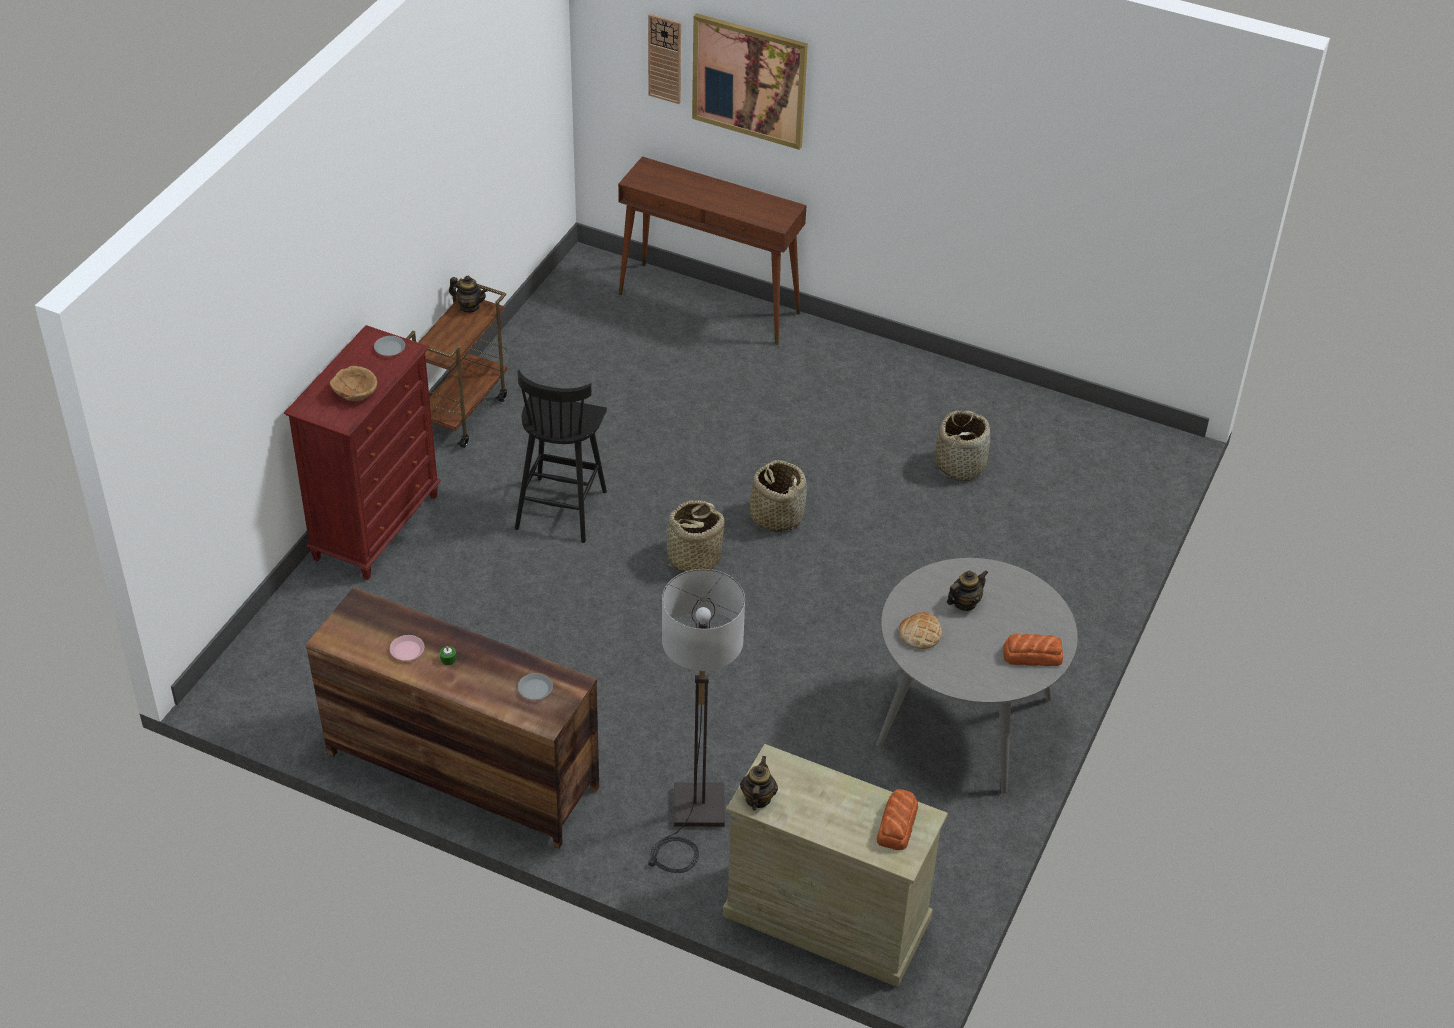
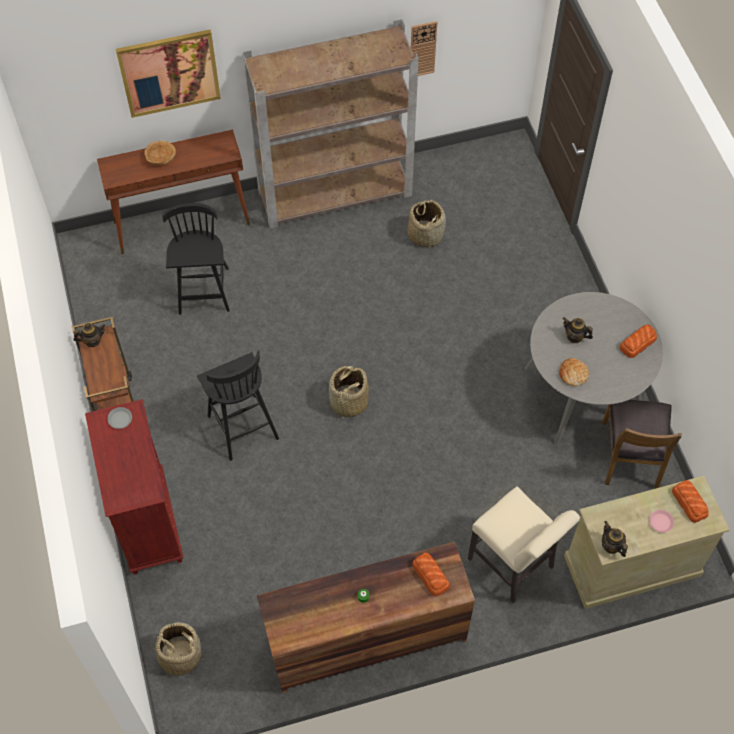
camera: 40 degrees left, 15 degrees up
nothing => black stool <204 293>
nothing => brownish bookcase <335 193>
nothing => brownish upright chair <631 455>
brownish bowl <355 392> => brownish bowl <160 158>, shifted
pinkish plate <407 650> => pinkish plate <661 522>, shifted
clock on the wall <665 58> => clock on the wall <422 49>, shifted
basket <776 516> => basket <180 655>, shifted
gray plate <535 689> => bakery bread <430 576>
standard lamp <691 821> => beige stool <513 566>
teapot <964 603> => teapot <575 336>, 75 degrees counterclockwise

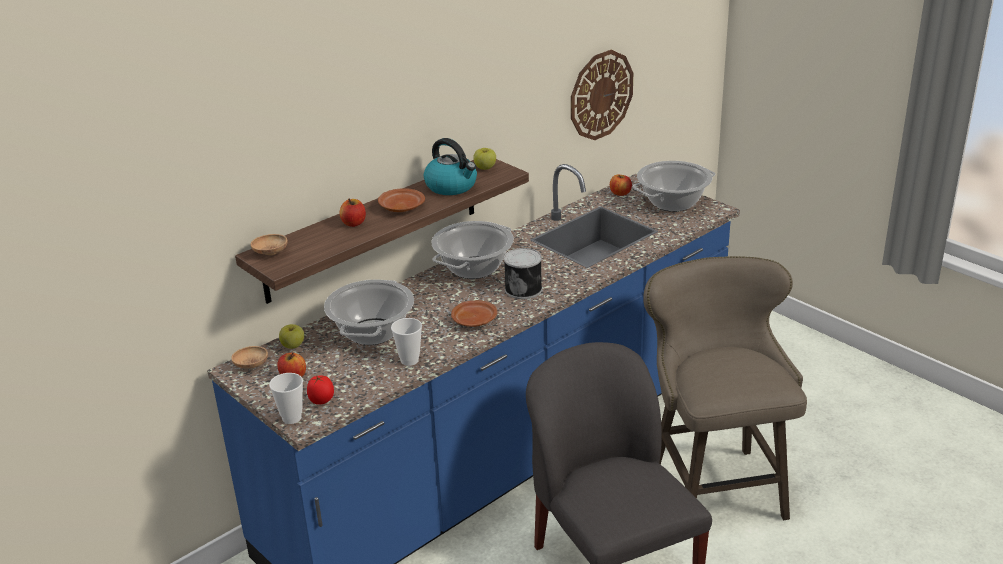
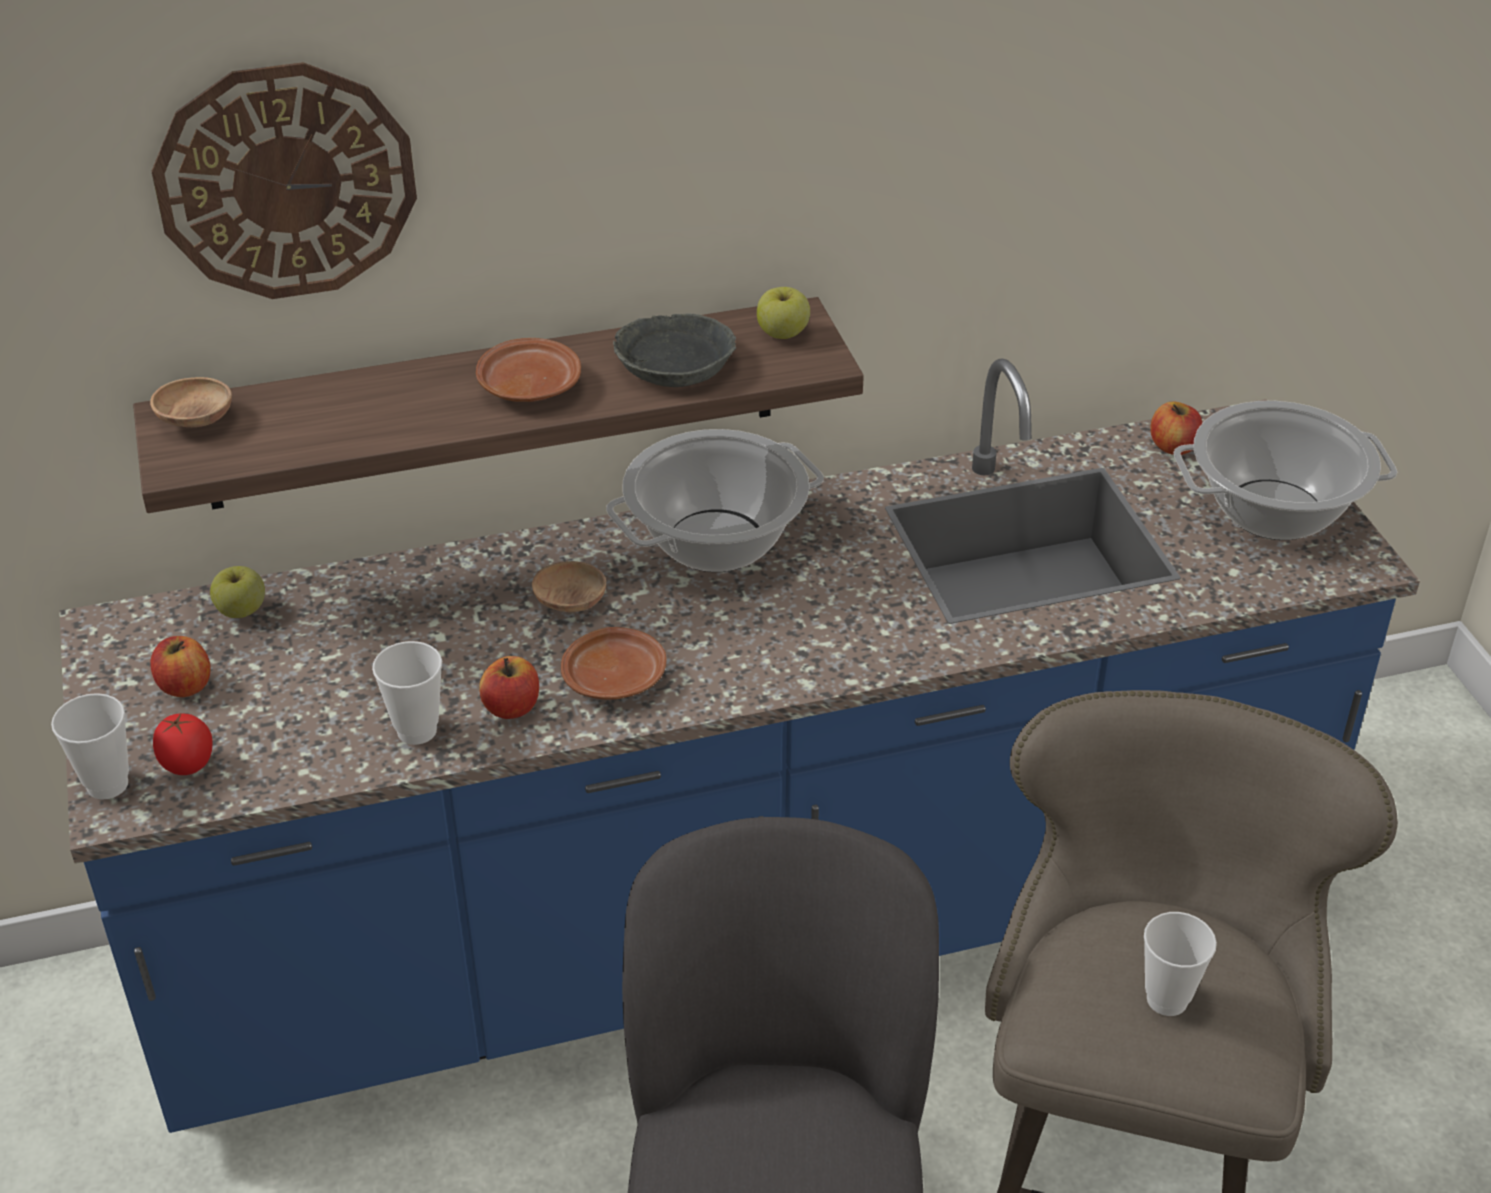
camera: 25 degrees right, 10 degrees up
cooking pot <372 332> => nothing
metal can <524 289> => nothing
nothing => small cup <1167 999>
brownish bowl <251 365> => brownish bowl <570 603>, shifted
apple <354 223> => apple <512 707>, shifted
clock on the wall <601 95> => clock on the wall <286 182>, shifted
water kettle <452 186> => gray bowl <674 362>

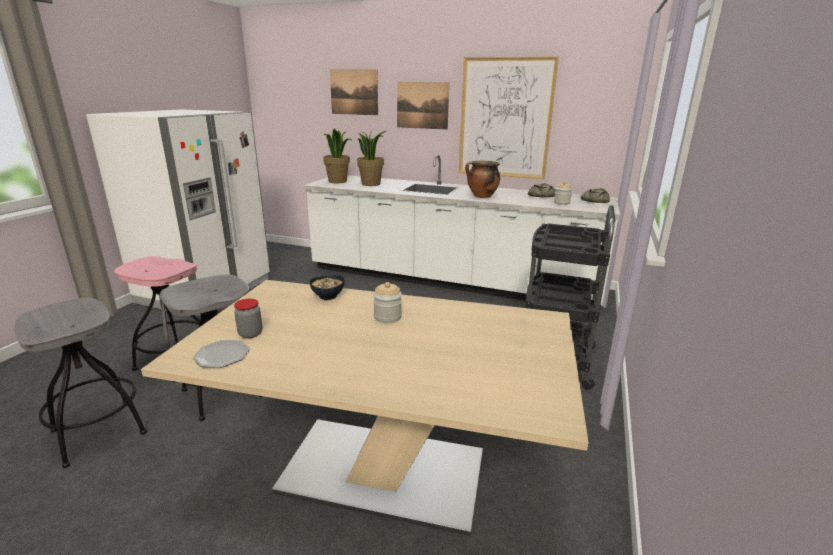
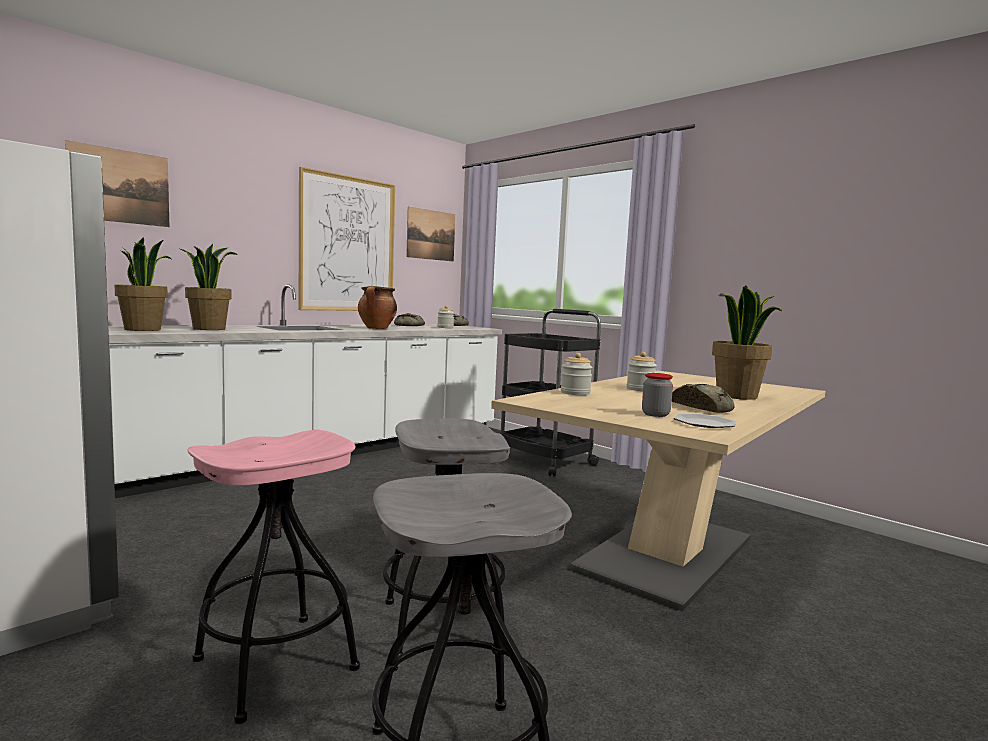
camera: 65 degrees left, 15 degrees down
nothing => bakery bread <703 407>
nothing => houseplant <737 396>
wall art <422 105> => wall art <431 235>, shifted
bowl <328 296> => jar <575 393>

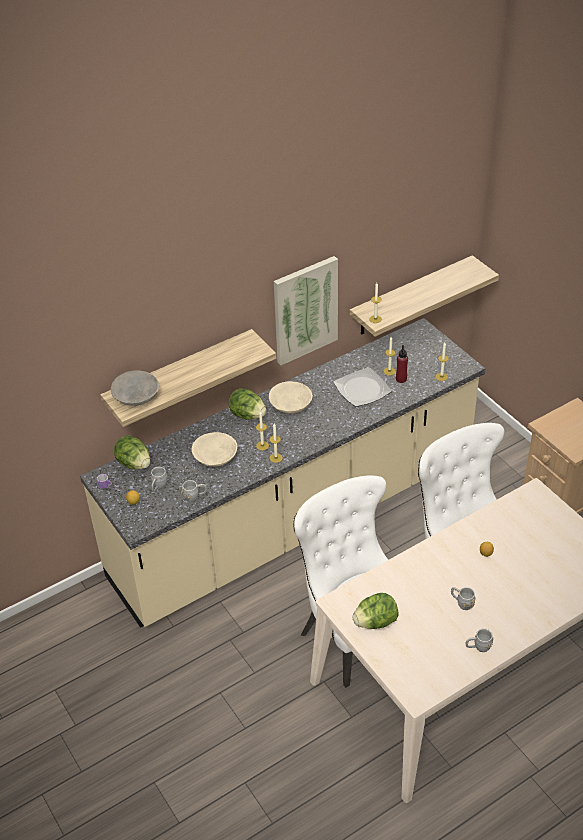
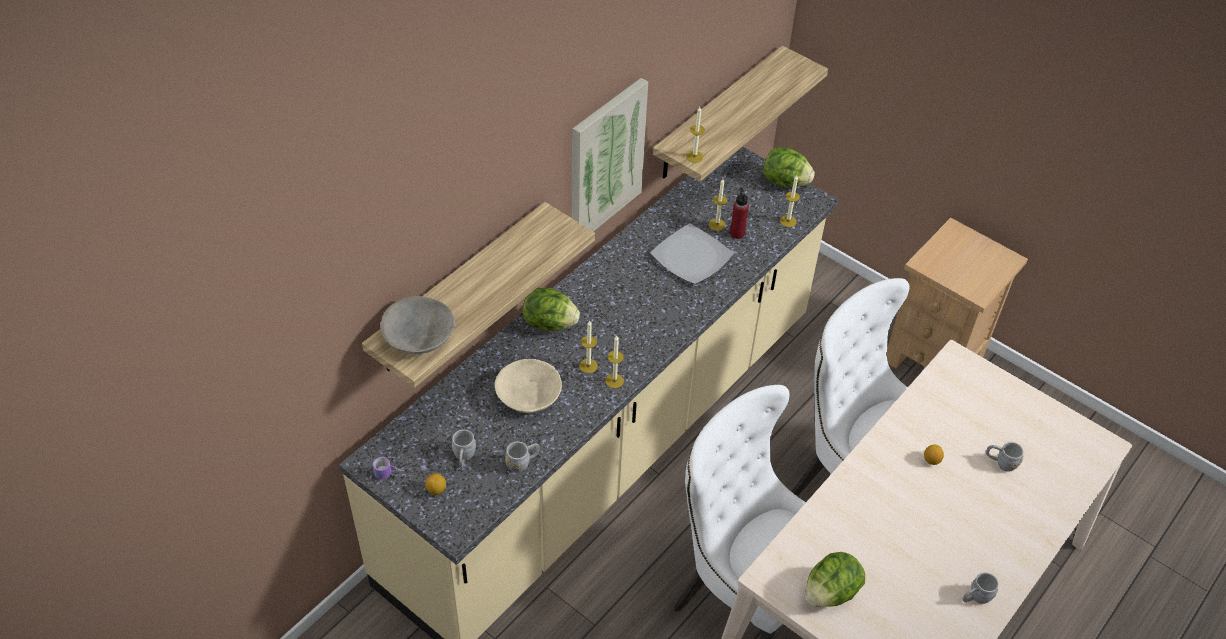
camera: 20 degrees left, 5 degrees up
beige bowl <290 405> => nothing
head of lettuce <134 463> => head of lettuce <785 181>, shifted
gray mug <461 603> => gray mug <1001 462>, shifted

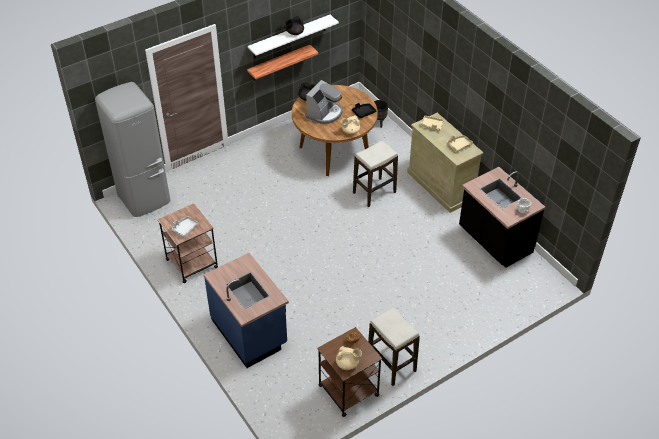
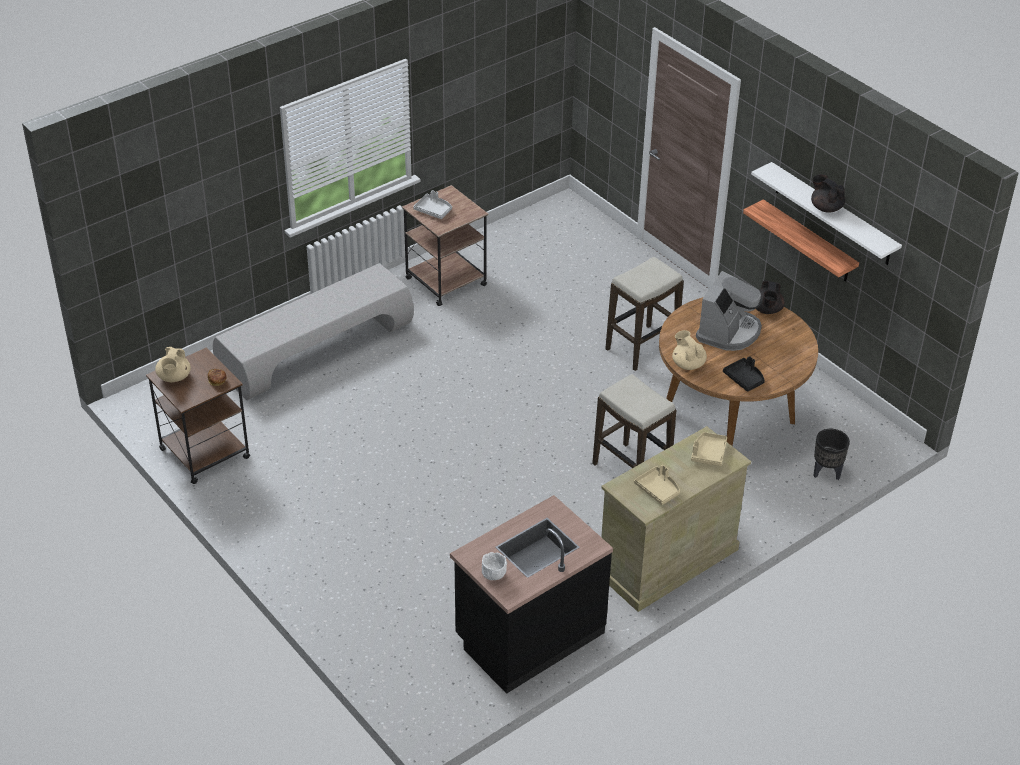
camera: 85 degrees right, 5 degrees down
gray refrigerator <145 199> => nothing
stool <391 364> => stool <641 348>, shifted
blue-coloured kitchen base unit <250 332> => gray bench <316 348>
coffee machine <324 113> => coffee machine <729 332>, 90 degrees counterclockwise

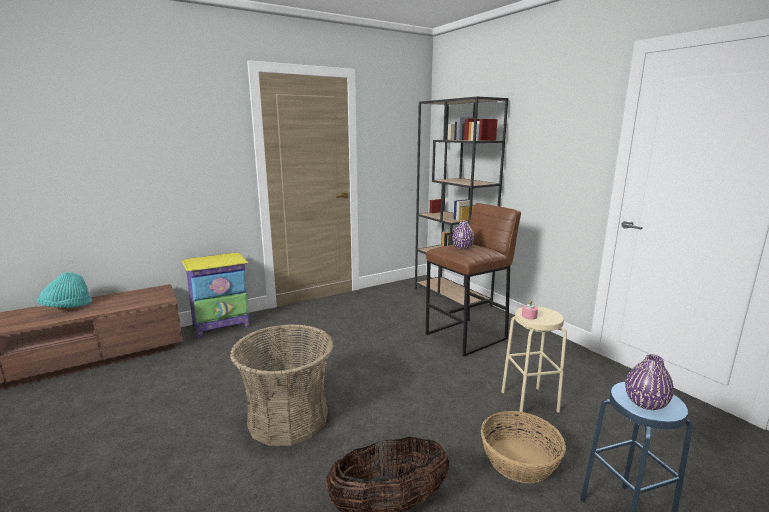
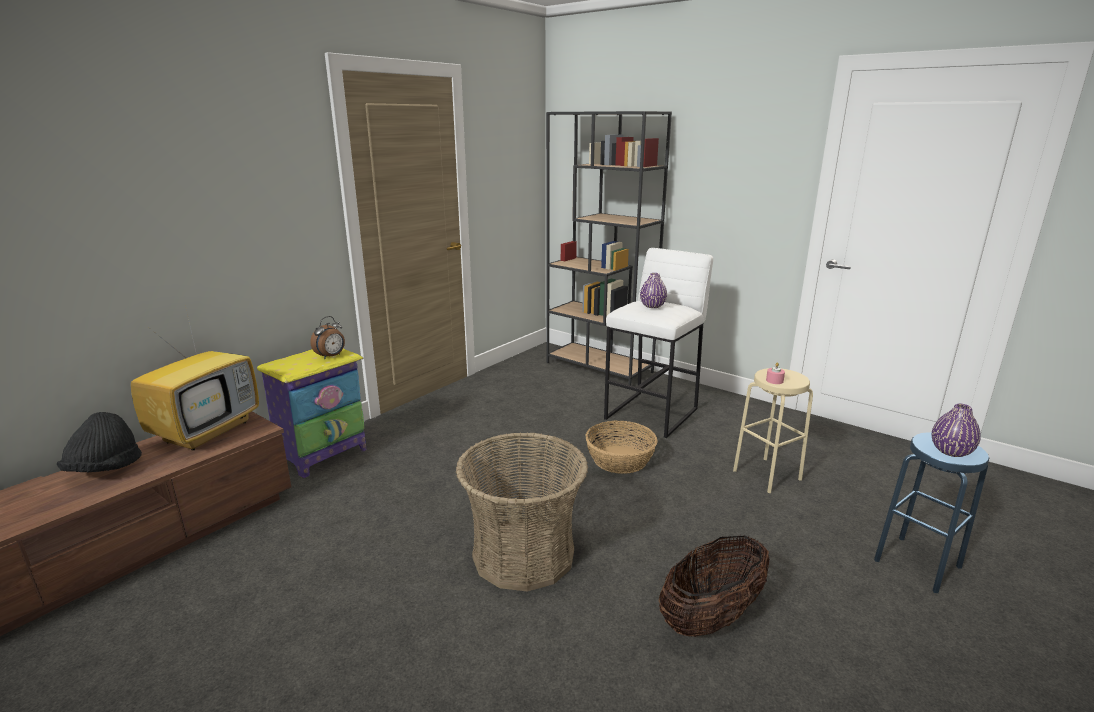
camera: 20 degrees left, 5 degrees up
nothing => TV set <208 431>
nothing => alarm clock <331 356>
basket <520 460> => basket <620 459>, shifted
blue-green clothing hat <67 308> => black clothing hat <105 469>
brownish stool <467 336> => white stool <652 413>

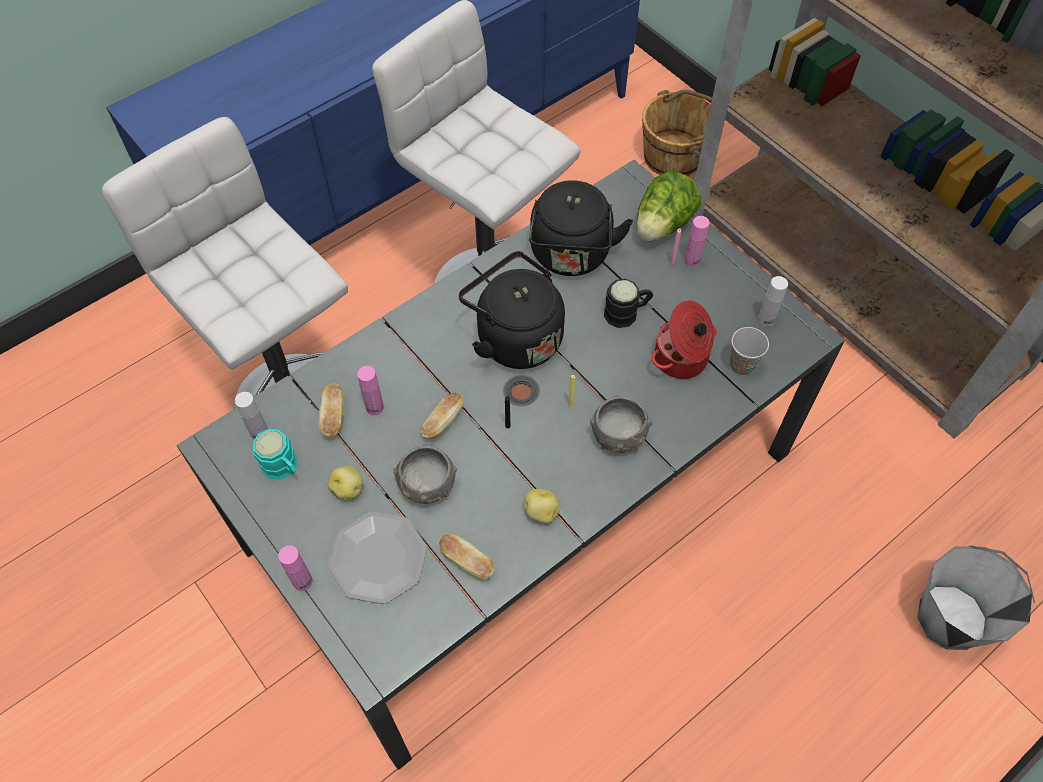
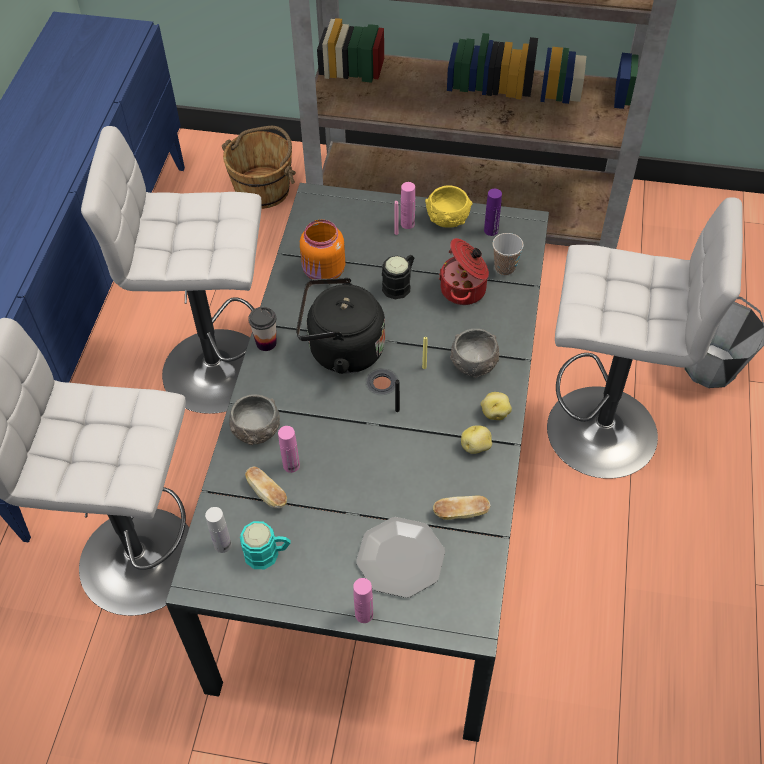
camera: 40 degrees left, 5 degrees down
bakery bread <442 422> => nothing
head of lettuce <663 225> => nothing
nothing => small cup <266 343>
nothing => yellowish bowl <447 218>
nothing => white stool <603 433>
whole potato <348 488> => whole potato <495 412>, shifted
gray bowl <427 485> => gray bowl <256 430>, shifted
black water kettle <571 256> => orange jar <324 272>
white beverage bottle <766 320> => purplish beverage bottle <491 230>

